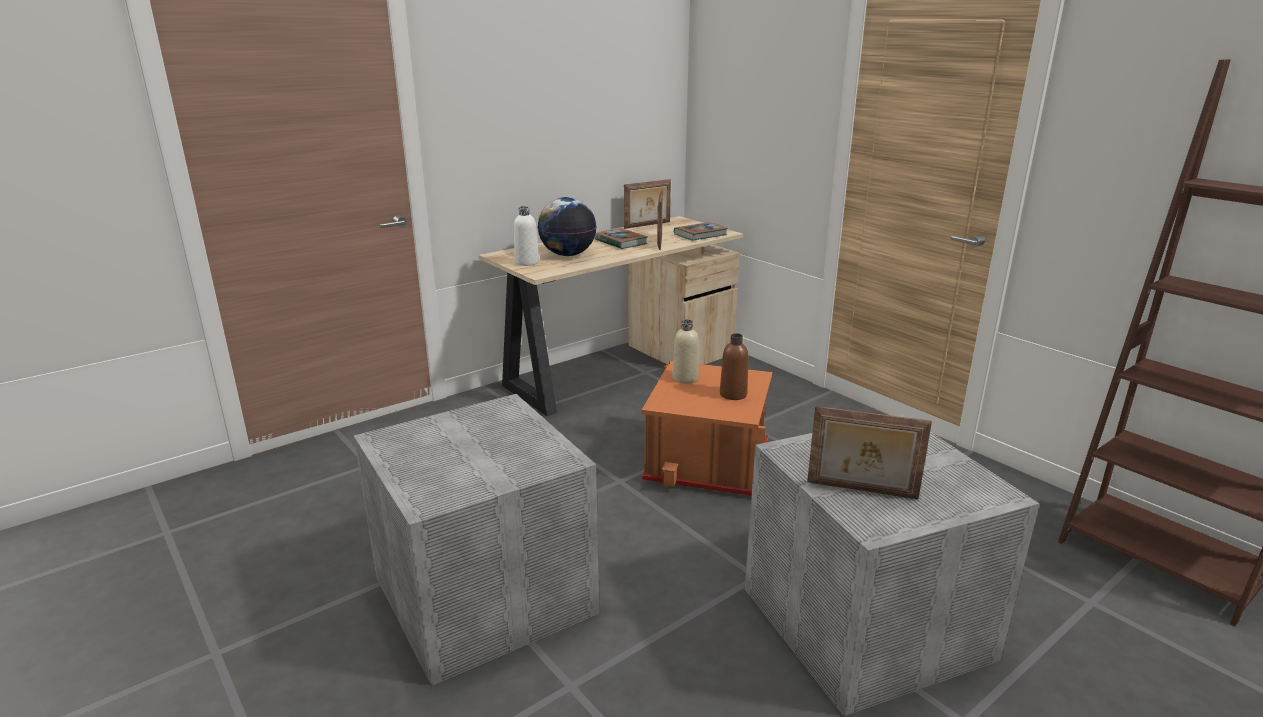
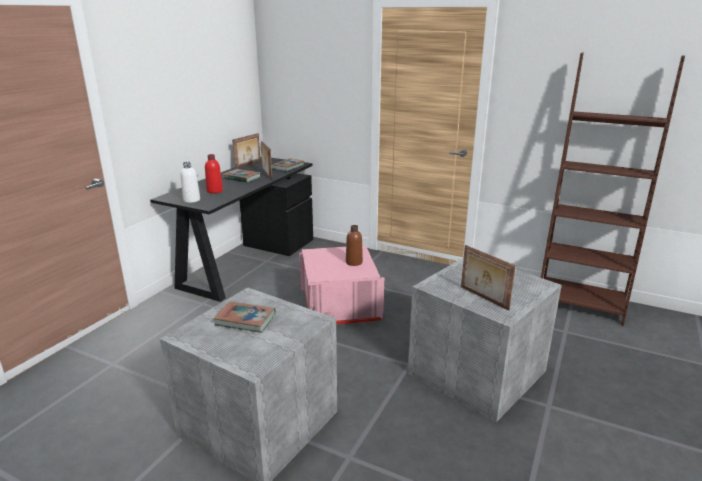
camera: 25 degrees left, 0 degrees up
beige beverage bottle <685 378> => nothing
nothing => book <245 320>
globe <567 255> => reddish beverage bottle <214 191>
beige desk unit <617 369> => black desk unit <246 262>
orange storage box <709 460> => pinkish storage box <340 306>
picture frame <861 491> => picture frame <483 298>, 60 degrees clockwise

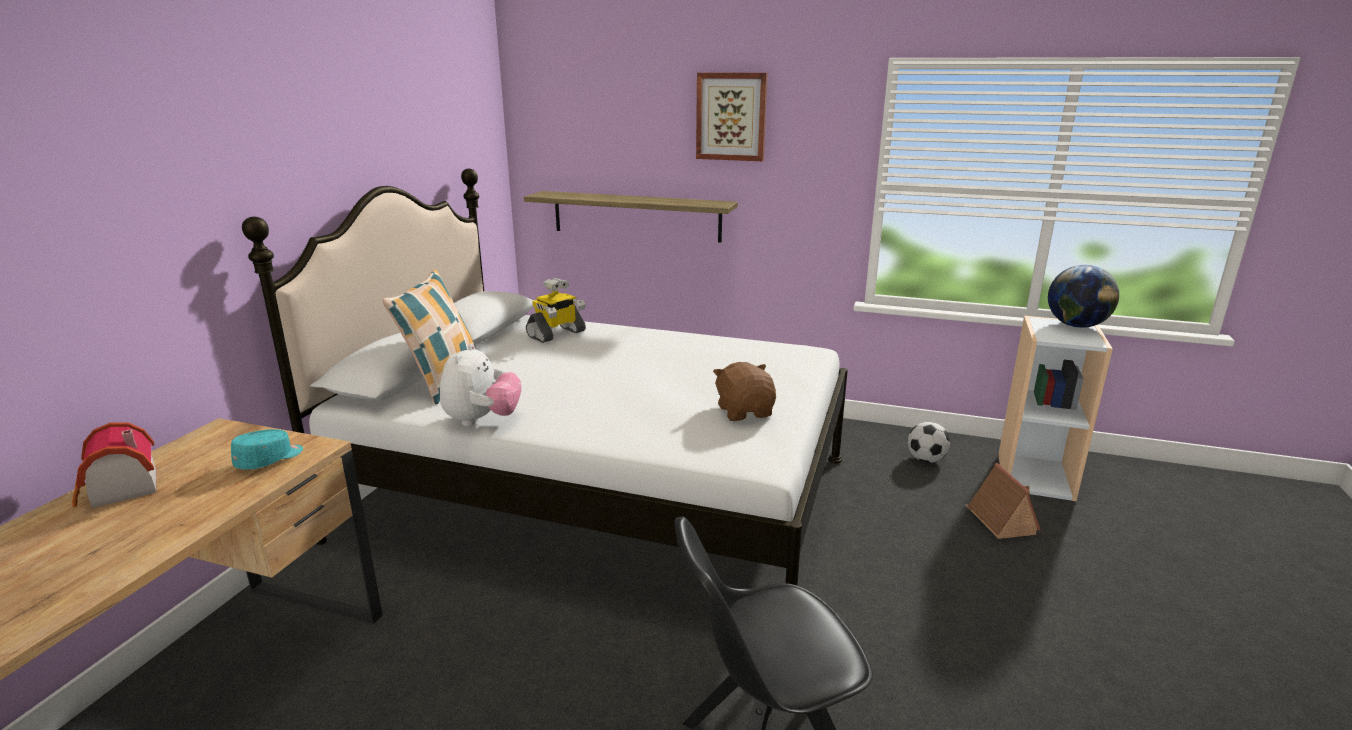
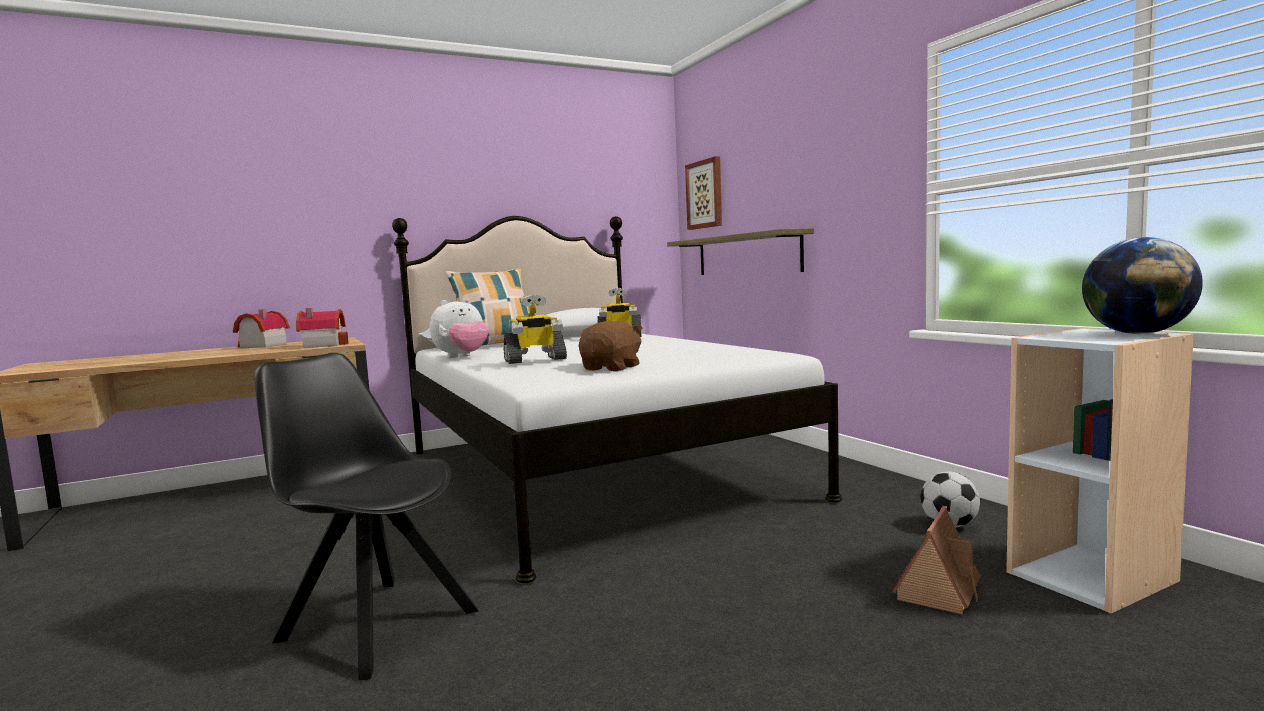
camera: 45 degrees right, 15 degrees down
nothing => robot figure <535 360>
wall art <731 116> => wall art <705 194>, shifted
blue-green peaked cap <270 459> => miniature house <323 345>

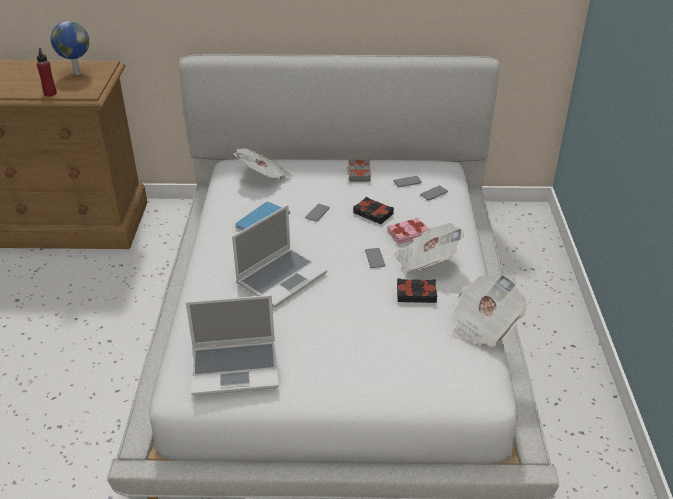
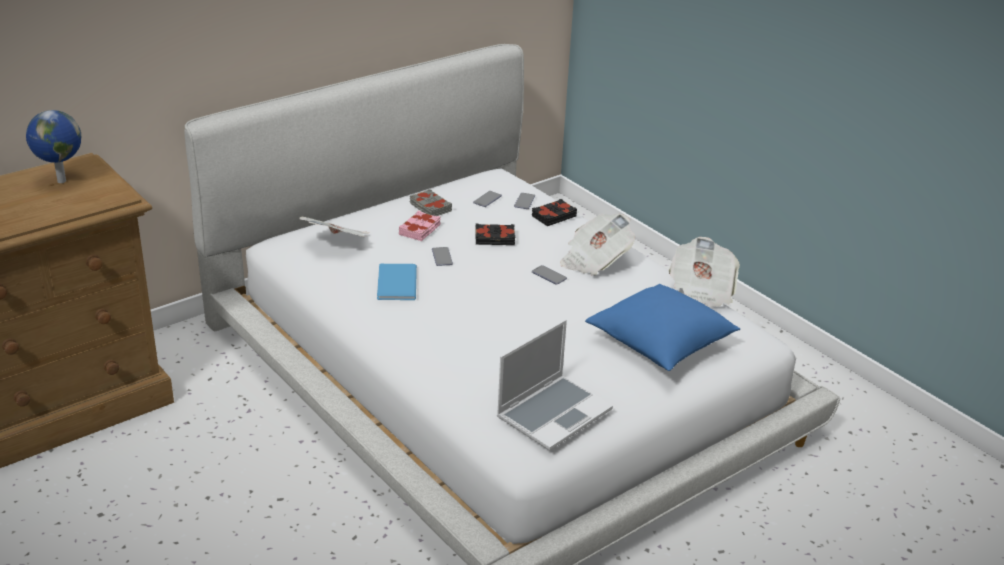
camera: 40 degrees left, 5 degrees down
reddish beverage bottle <50 93> => nothing
notebook computer <281 277> => nothing
nothing => blue-coloured pillow <660 345>
pinkish book <408 234> => pinkish book <420 230>, shifted
black book <416 293> => black book <553 216>, shifted

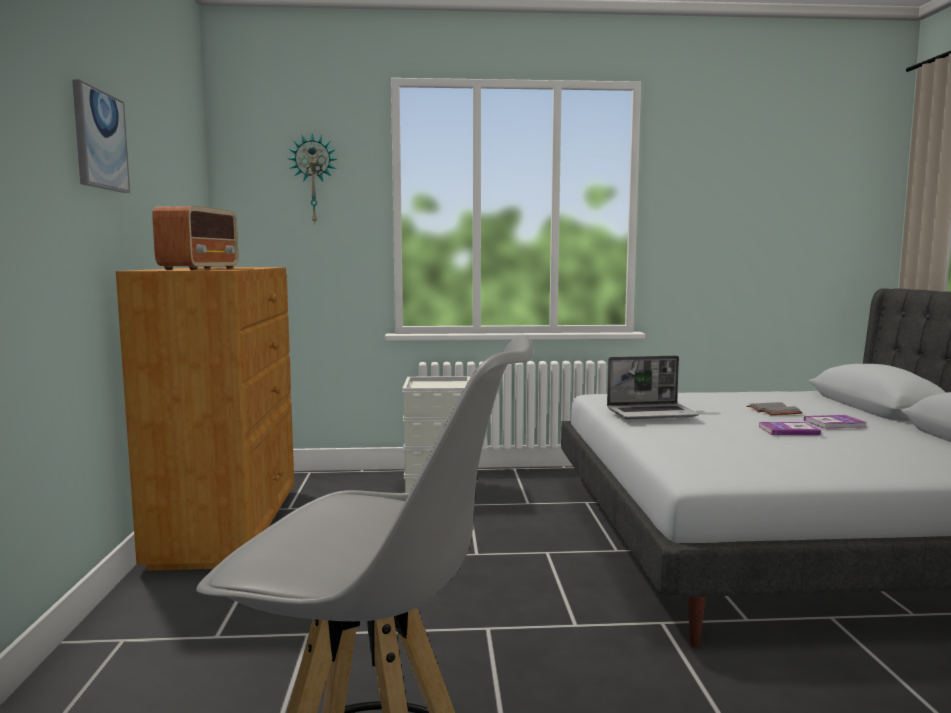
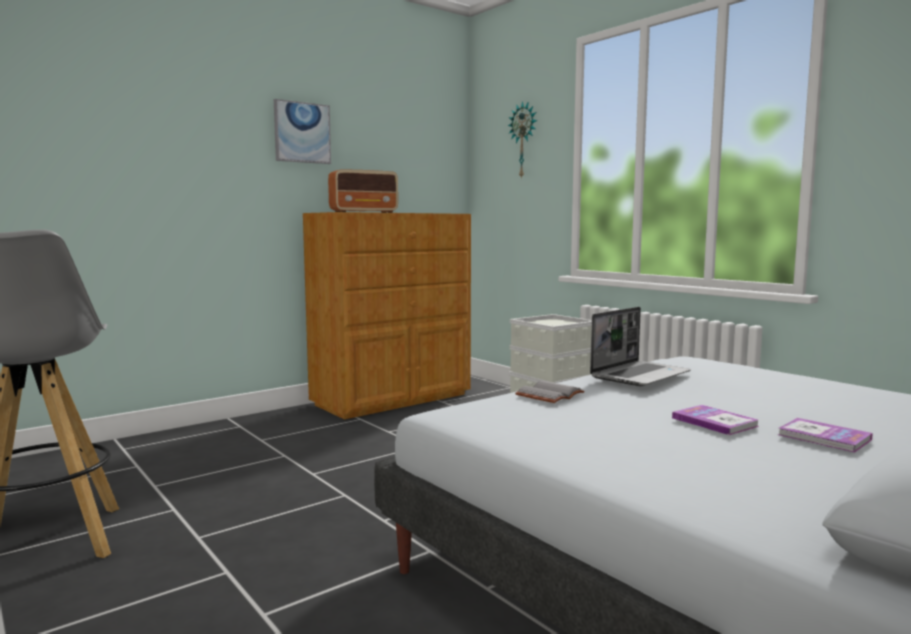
camera: 55 degrees right, 0 degrees up
gray book <775 411> => gray book <550 395>, shifted
notebook computer <652 413> => notebook computer <639 375>, 90 degrees counterclockwise

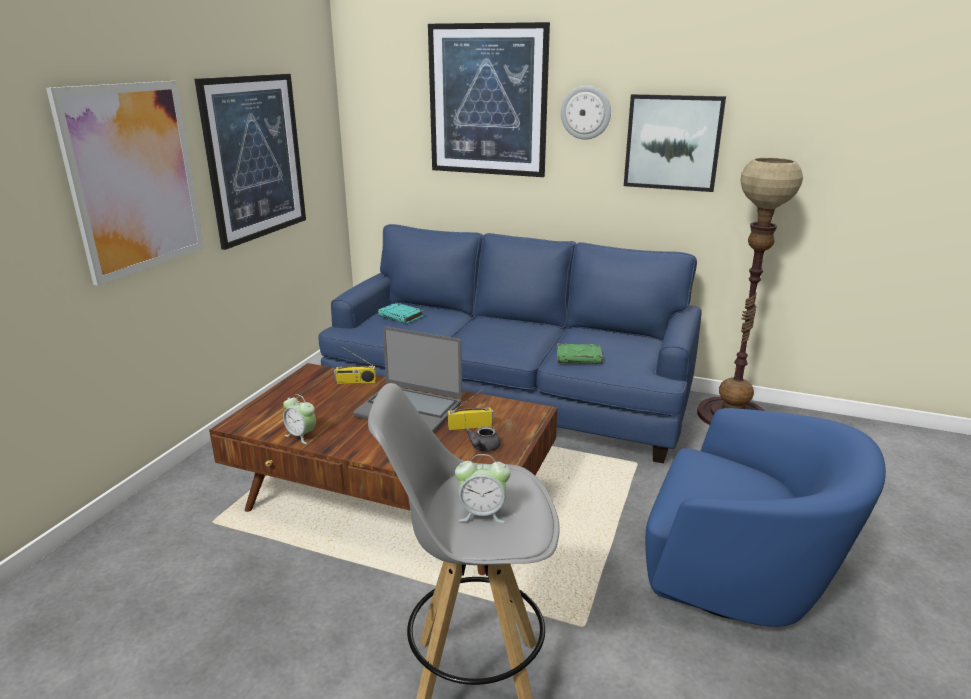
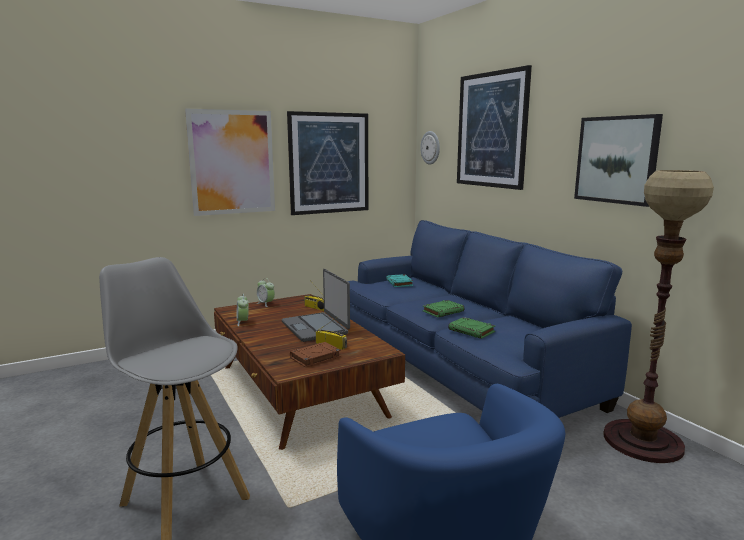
camera: 40 degrees right, 10 degrees down
nothing => green-coloured book <443 311>
alarm clock <482 513> => alarm clock <266 304>, shifted
clock on the wall <586 112> => clock on the wall <430 147>, shifted
gray teapot <483 448> => brownish book <315 357>

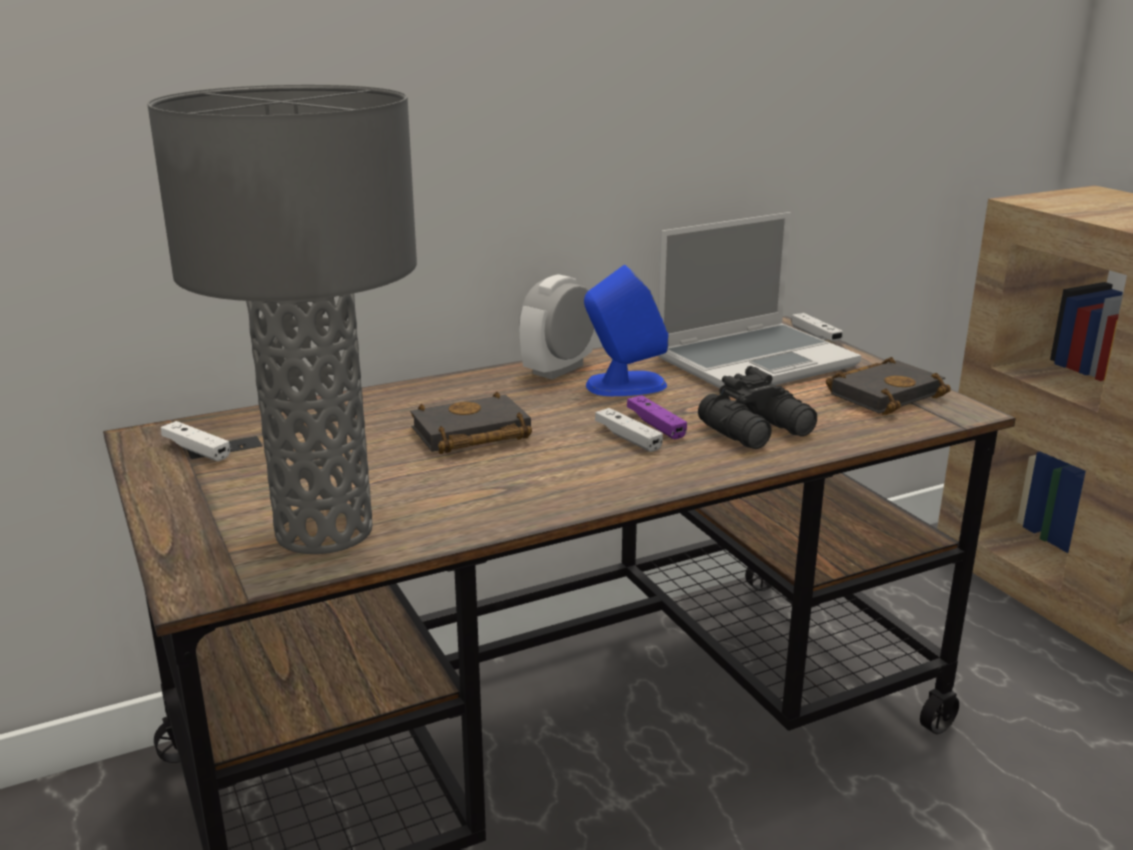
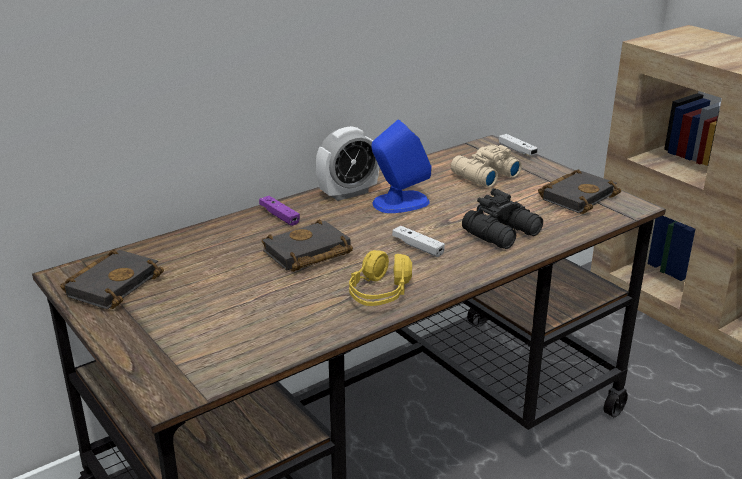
camera: 10 degrees left, 5 degrees up
gray table lamp <324 530> => nothing
nothing => yellowish headphones <379 293>
purplish joypad <655 425> => purplish joypad <279 216>, shifted
white joypad <196 450> => black book <113 284>
notebook computer <756 361> => beige pair of binoculars <483 175>
alarm clock <558 369> => alarm clock <348 193>, 150 degrees counterclockwise

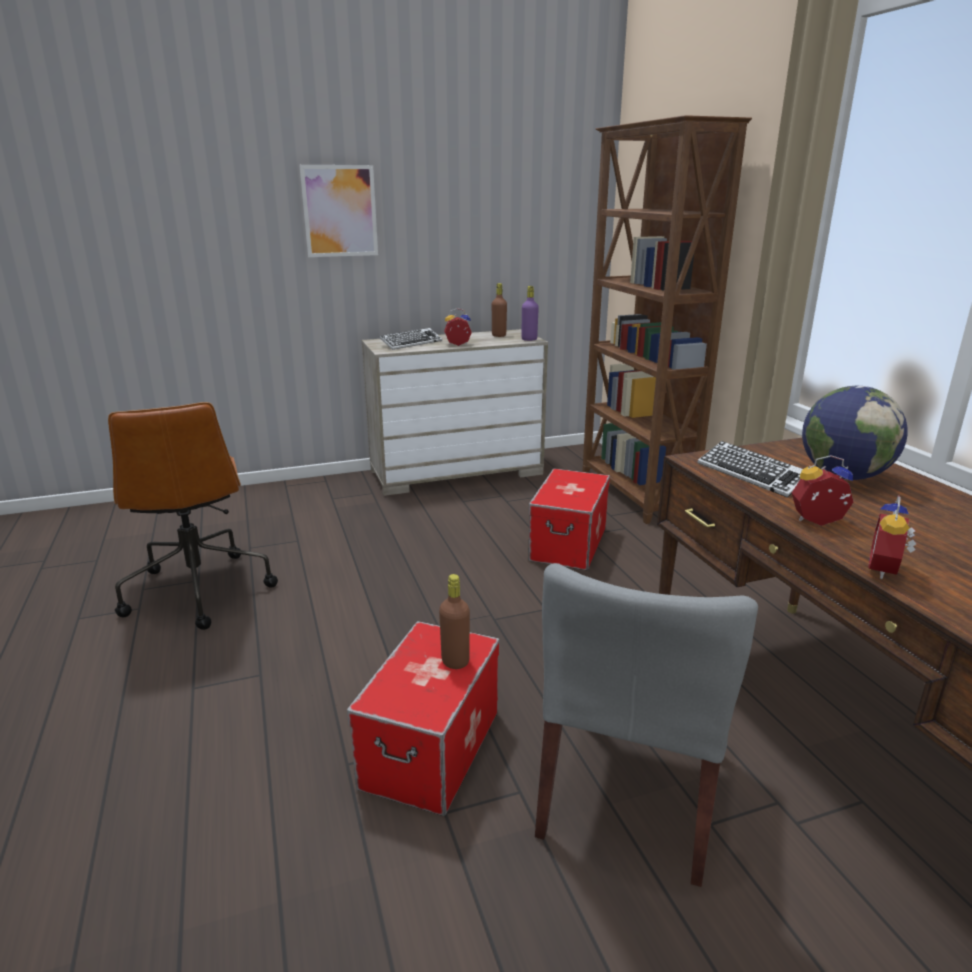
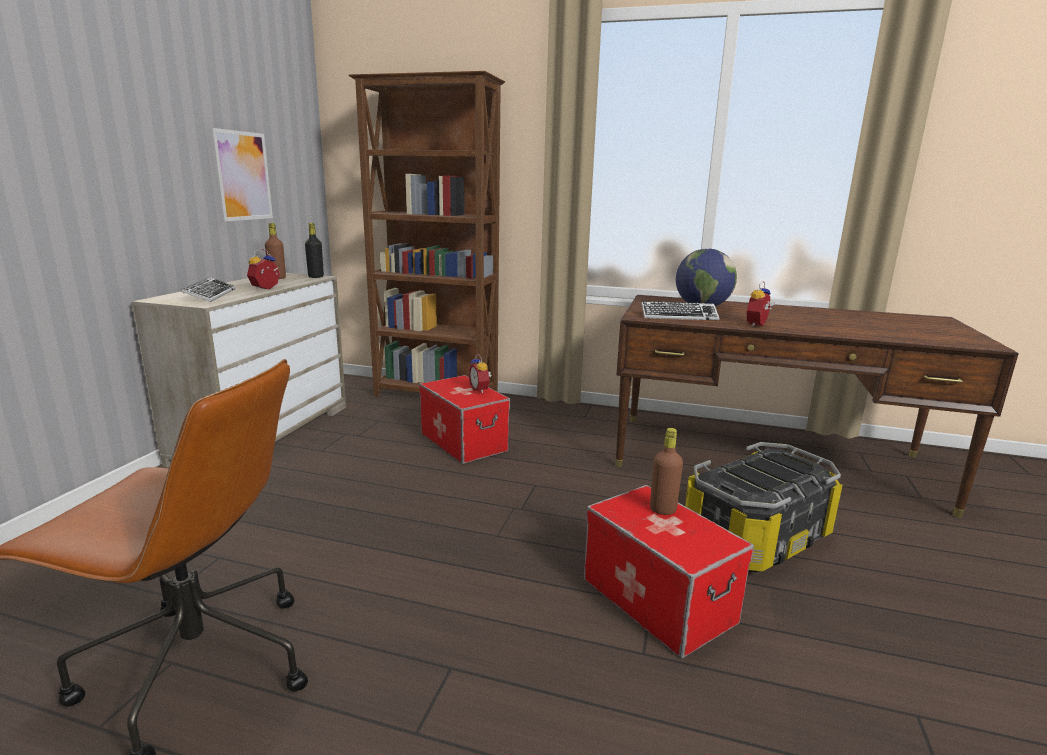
camera: 55 degrees left, 5 degrees down
wall art <340 211> => wall art <243 176>, shifted
alarm clock <886 571> => alarm clock <480 390>, shifted
gray upright chair <631 791> => storage box <756 539>
purplish beverage bottle <529 339> => black beverage bottle <316 277>

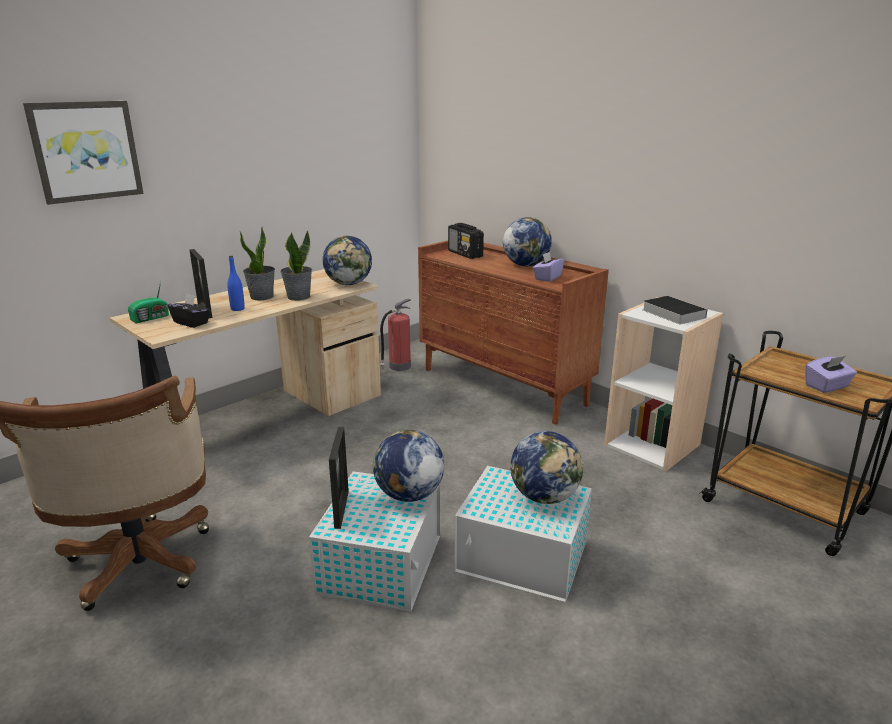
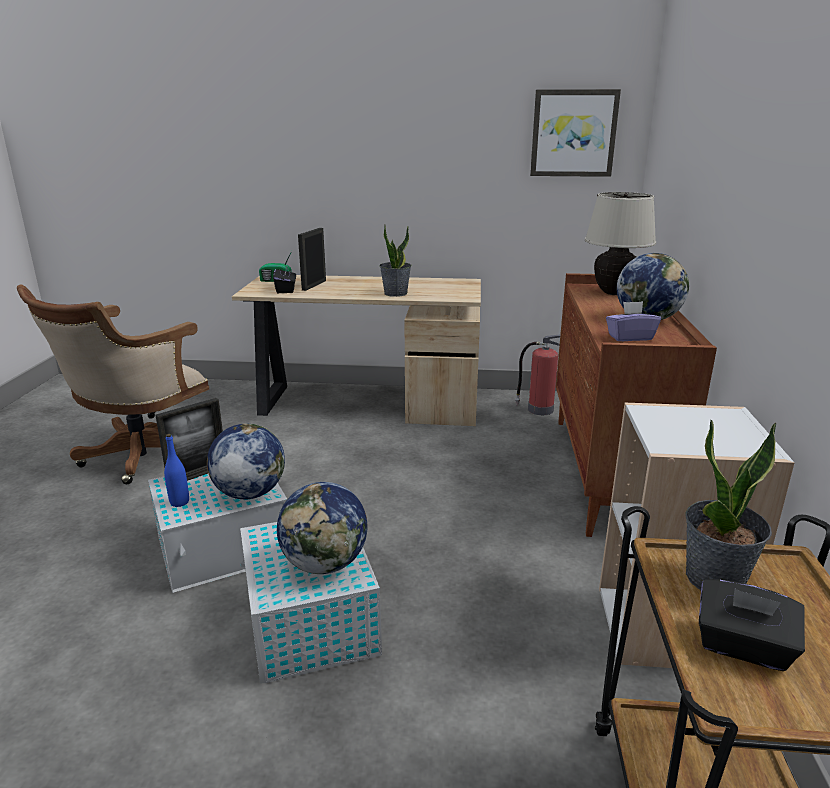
camera: 50 degrees right, 0 degrees up
globe <349 284> => nothing
book <671 313> => nothing
wall art <86 151> => wall art <573 133>, shifted
blue-coloured beverage bottle <237 309> => blue-coloured beverage bottle <179 502>, shifted
houseplant <262 297> => houseplant <715 579>, shifted
radio set <465 254> => beige table lamp <614 293>
purplish box of tissues <827 386> => black box of tissues <742 647>

